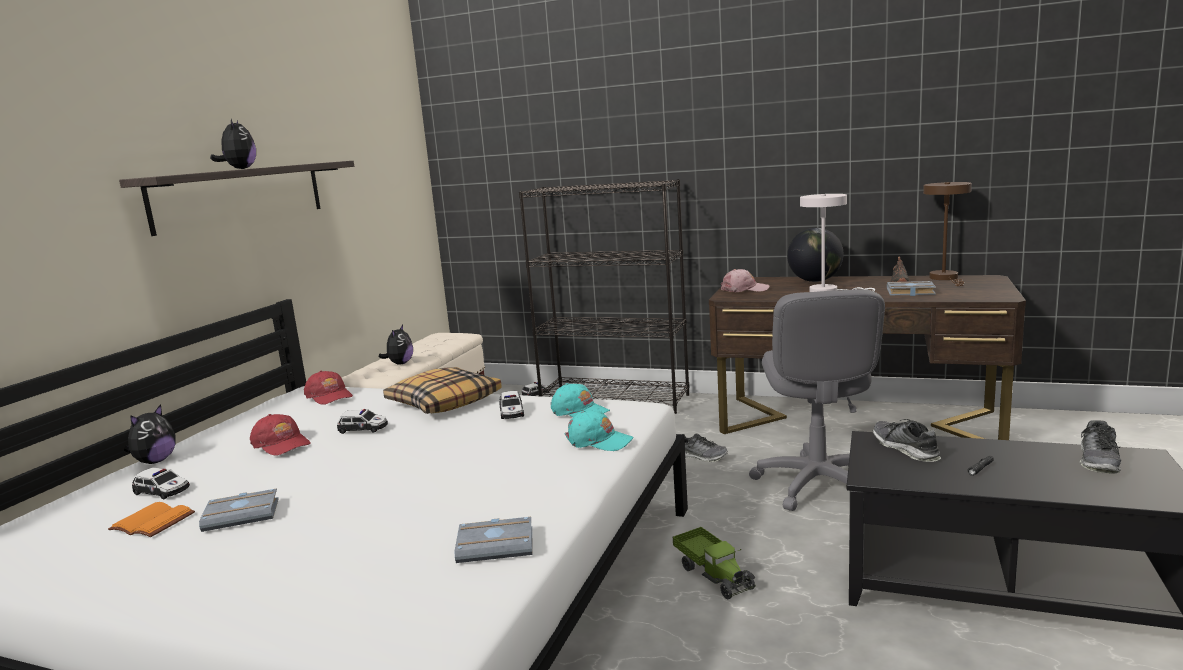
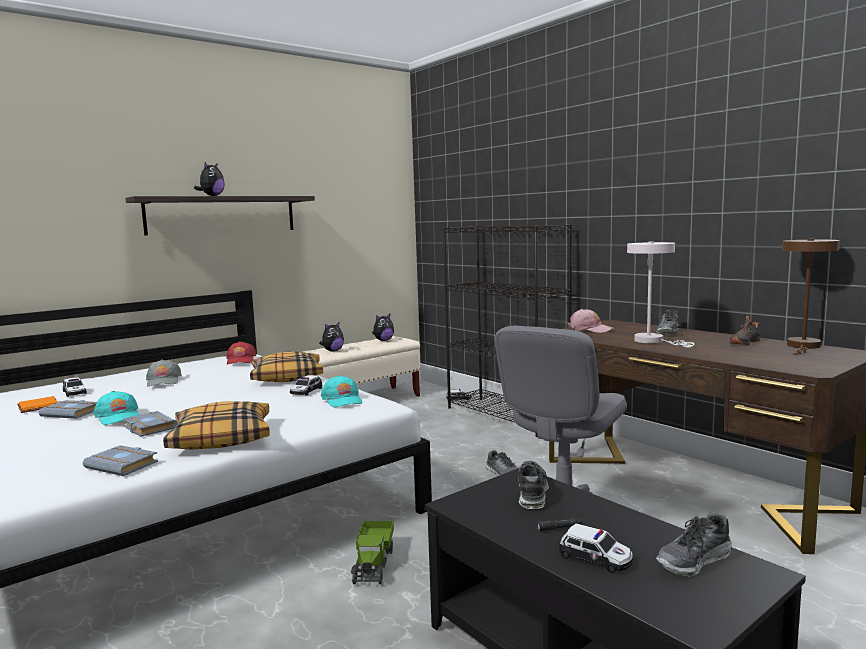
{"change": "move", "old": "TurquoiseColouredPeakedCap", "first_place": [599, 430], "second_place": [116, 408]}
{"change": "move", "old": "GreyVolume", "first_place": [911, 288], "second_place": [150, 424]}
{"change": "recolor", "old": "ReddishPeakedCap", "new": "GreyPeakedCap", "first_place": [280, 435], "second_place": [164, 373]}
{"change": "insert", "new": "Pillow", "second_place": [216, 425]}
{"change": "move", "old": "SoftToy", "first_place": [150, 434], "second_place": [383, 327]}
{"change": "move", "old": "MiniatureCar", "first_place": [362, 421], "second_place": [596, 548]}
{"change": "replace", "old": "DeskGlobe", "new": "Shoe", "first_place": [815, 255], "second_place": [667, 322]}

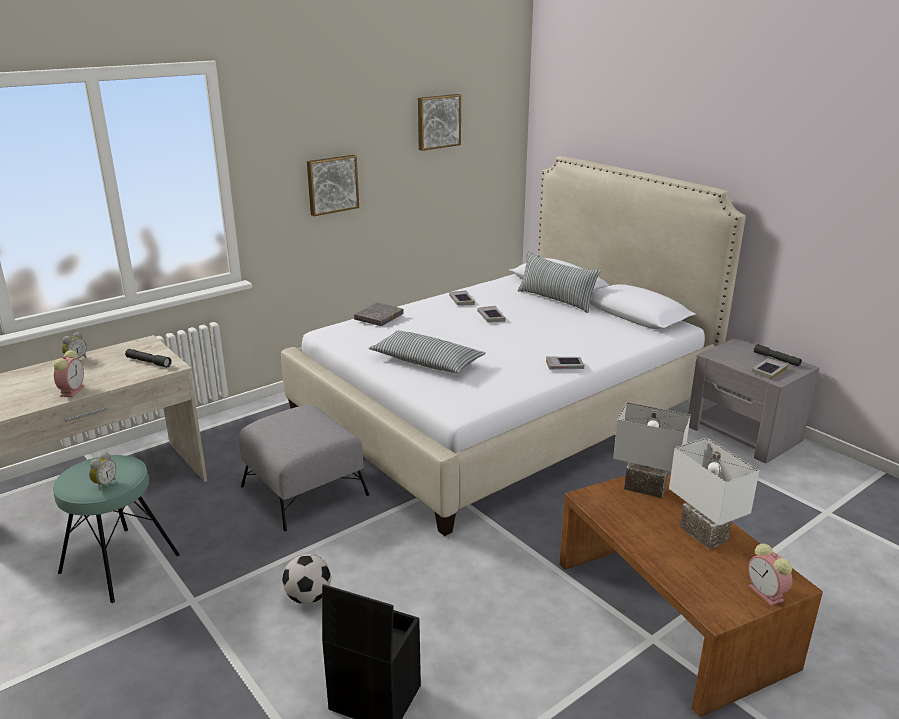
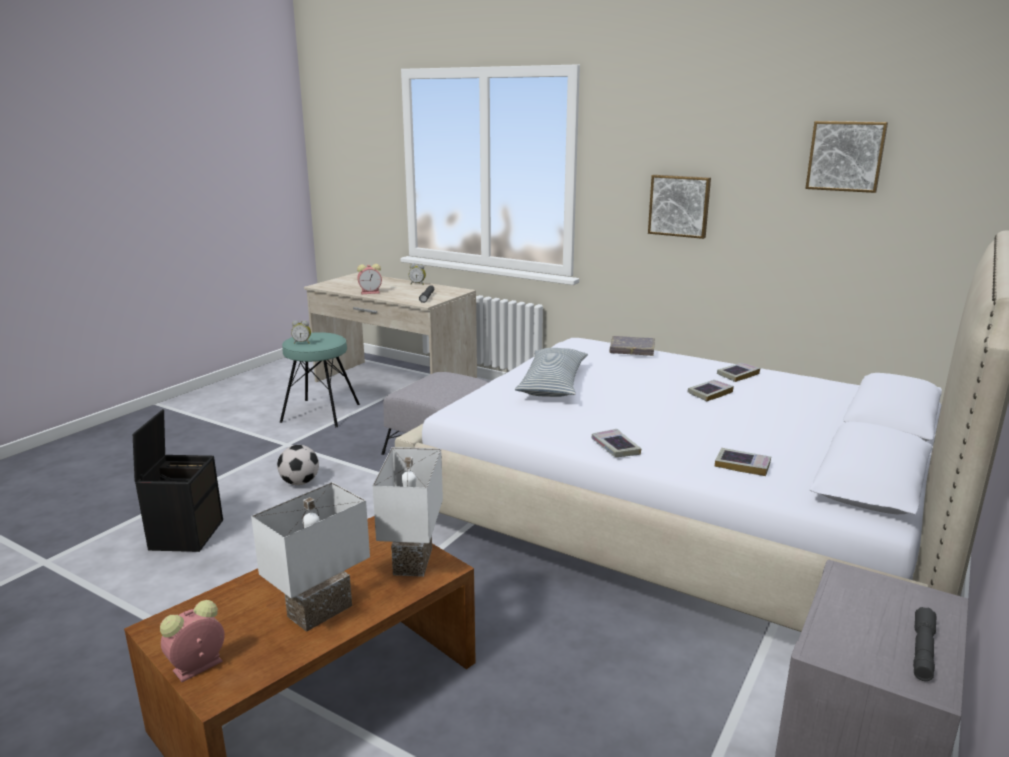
{"change": "move", "old": "Volume", "first_place": [770, 369], "second_place": [743, 462]}
{"change": "delete", "old": "Pillow", "first_place": [559, 282]}

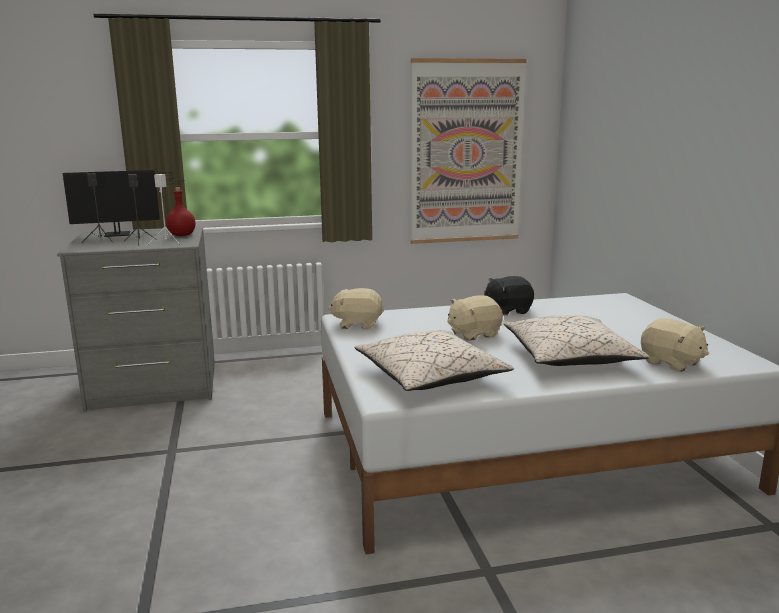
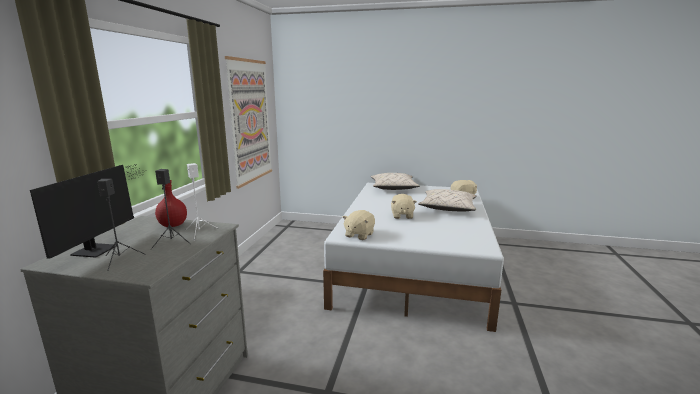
{"change": "move", "old": "BeigePillow", "first_place": [434, 360], "second_place": [395, 181]}
{"change": "delete", "old": "BlackSoftToy", "first_place": [509, 295]}

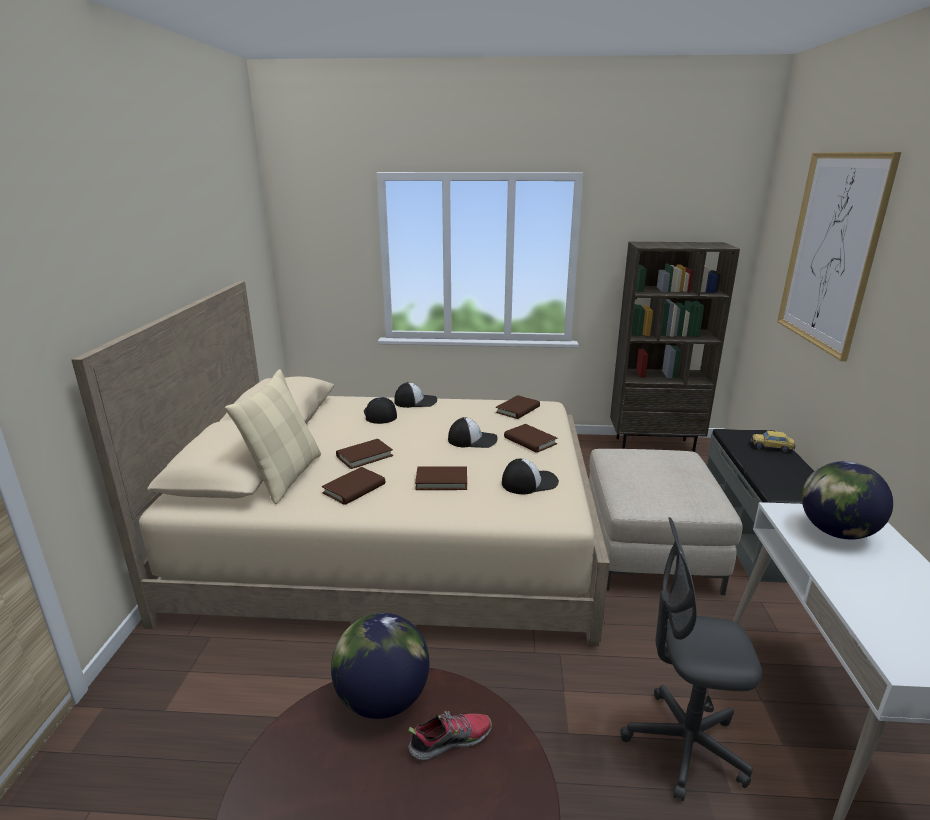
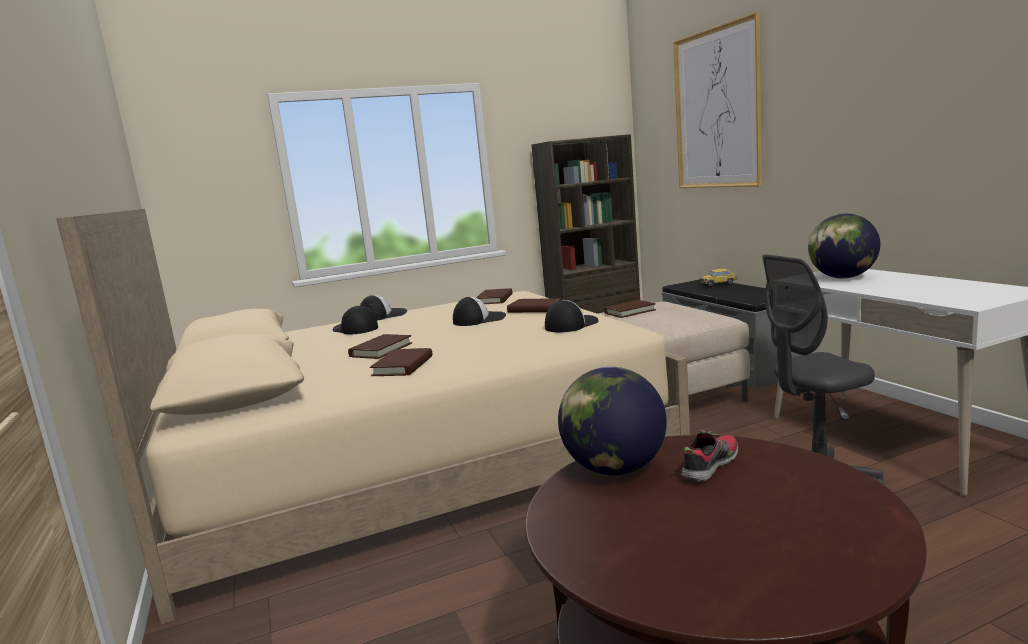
{"change": "move", "old": "BrownishVolume", "first_place": [441, 478], "second_place": [630, 309]}
{"change": "delete", "old": "BeigePillow", "first_place": [273, 436]}

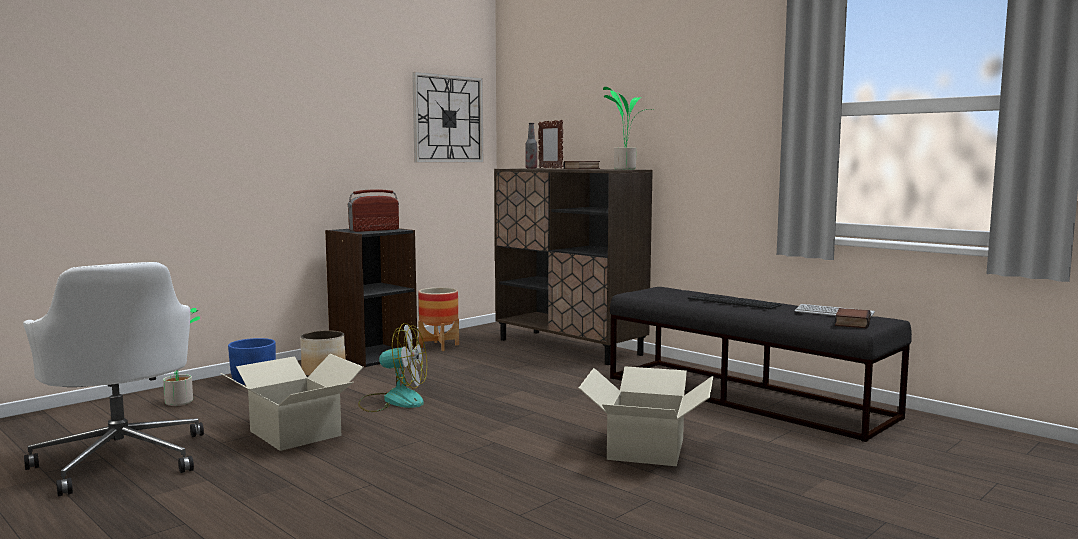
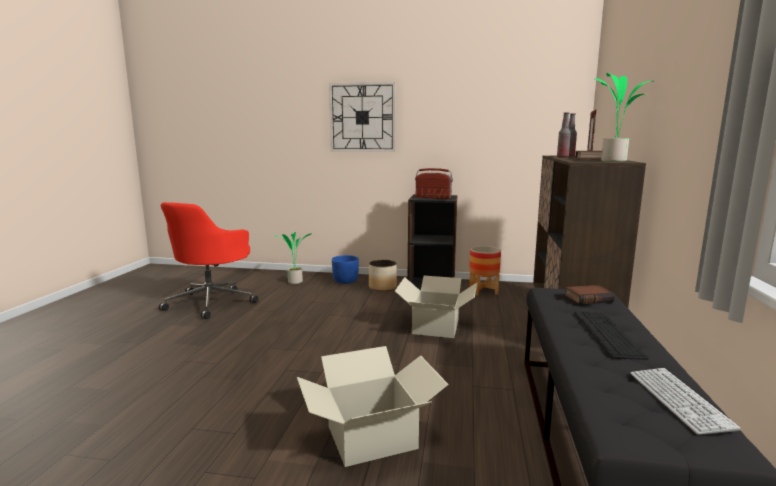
{"change": "recolor", "old": "WhiteColouredDeskChair", "new": "ReddishDeskChair", "first_place": [113, 379], "second_place": [208, 260]}
{"change": "move", "old": "ClockOnTheWall", "first_place": [447, 117], "second_place": [362, 117]}
{"change": "move", "old": "Carton", "first_place": [291, 402], "second_place": [436, 307]}
{"change": "insert", "new": "BeverageBottle", "second_place": [564, 135]}
{"change": "move", "old": "Volume", "first_place": [853, 318], "second_place": [590, 295]}
{"change": "delete", "old": "ElectricFan", "first_place": [392, 367]}

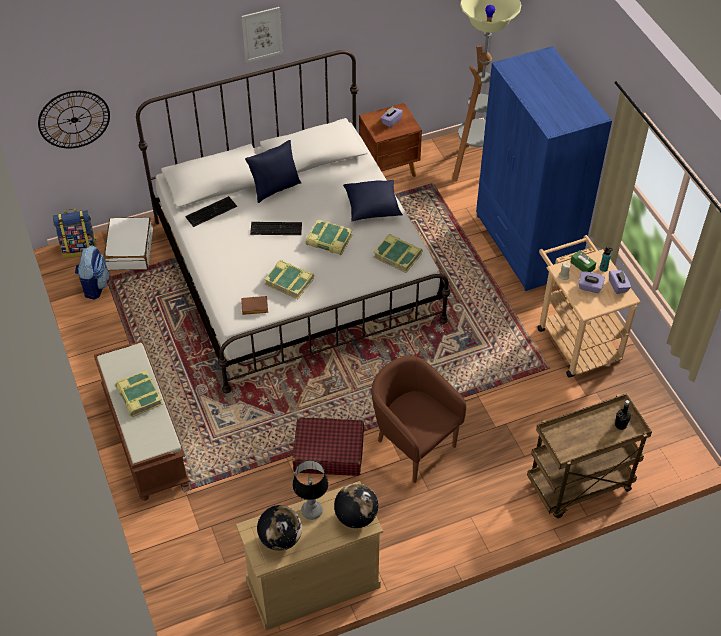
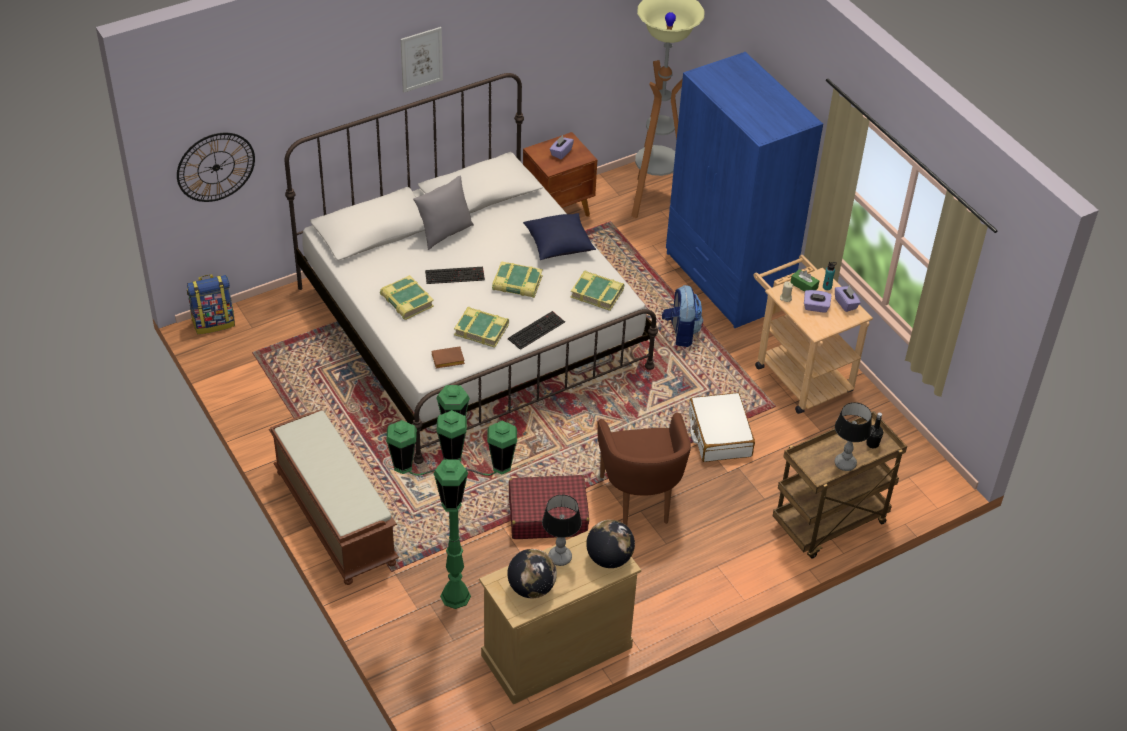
{"change": "move", "old": "Volume", "first_place": [139, 393], "second_place": [407, 297]}
{"change": "insert", "new": "GreenColouredStandardLamp", "second_place": [451, 497]}
{"change": "recolor", "old": "BluePillow", "new": "GreyPillow", "first_place": [273, 171], "second_place": [443, 213]}
{"change": "move", "old": "ComputerKeyboard", "first_place": [211, 211], "second_place": [536, 330]}
{"change": "rotate", "old": "BrownishLoungeChair", "first_place": [419, 419], "second_place": [644, 469], "degrees": -135}
{"change": "move", "old": "Rucksack", "first_place": [93, 273], "second_place": [682, 316]}
{"change": "move", "old": "WhiteColouredPieceOfLuggage", "first_place": [128, 243], "second_place": [722, 427]}
{"change": "insert", "new": "LampForATable", "second_place": [853, 436]}

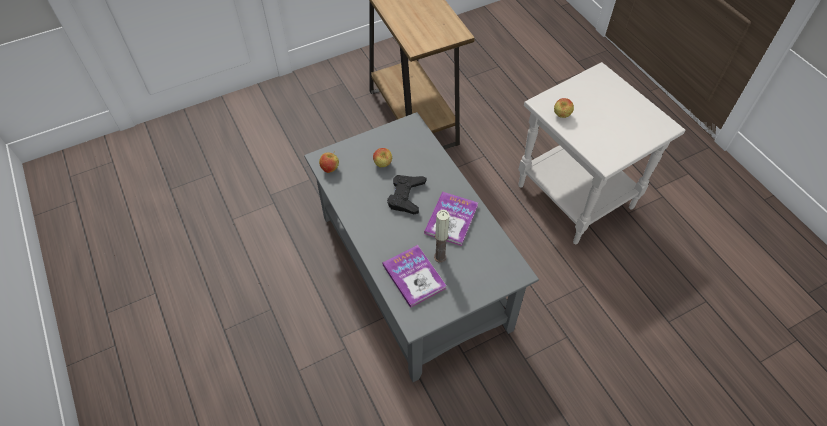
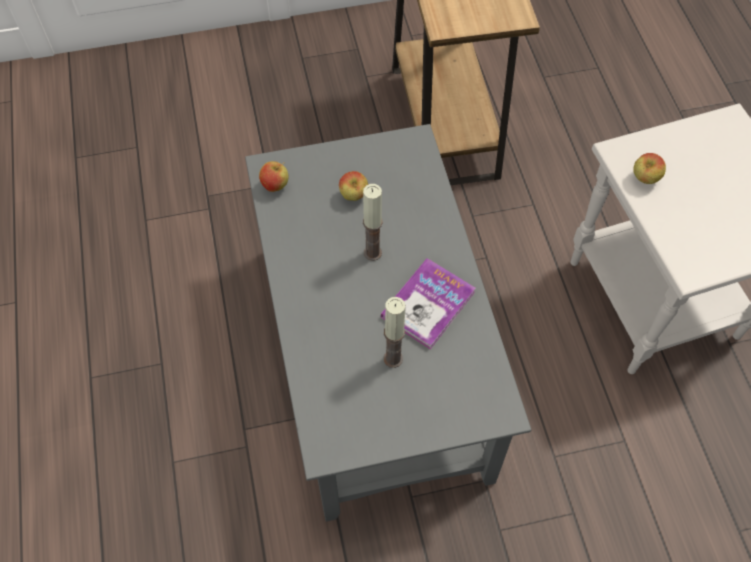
{"change": "replace", "old": "BlackGameController", "new": "WaxCandle", "first_place": [406, 194], "second_place": [373, 222]}
{"change": "delete", "old": "Volume", "first_place": [414, 276]}

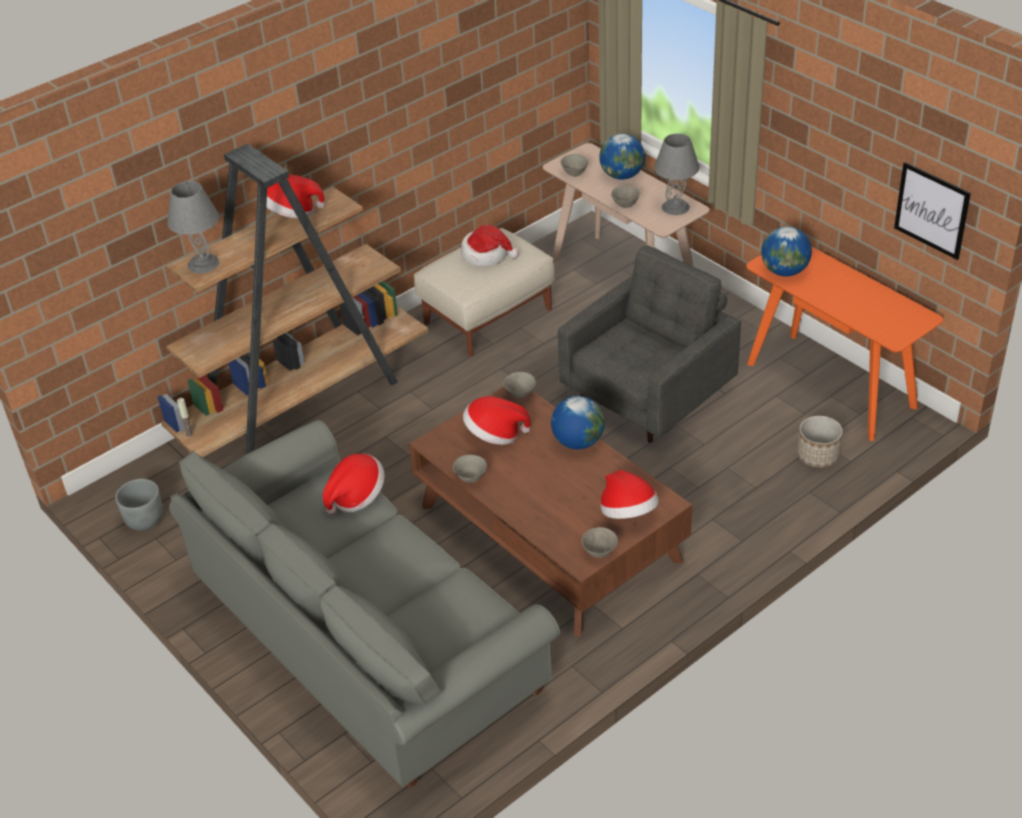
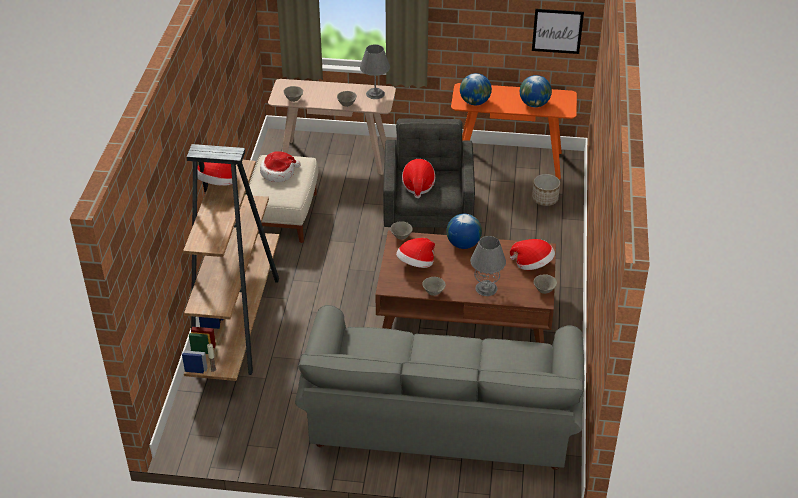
{"change": "move", "old": "ClothingHat", "first_place": [354, 484], "second_place": [418, 178]}
{"change": "move", "old": "GreyLampForATable", "first_place": [193, 227], "second_place": [488, 266]}
{"change": "move", "old": "DeskGlobe", "first_place": [622, 157], "second_place": [536, 91]}
{"change": "delete", "old": "GreyFlowerPot", "first_place": [139, 505]}

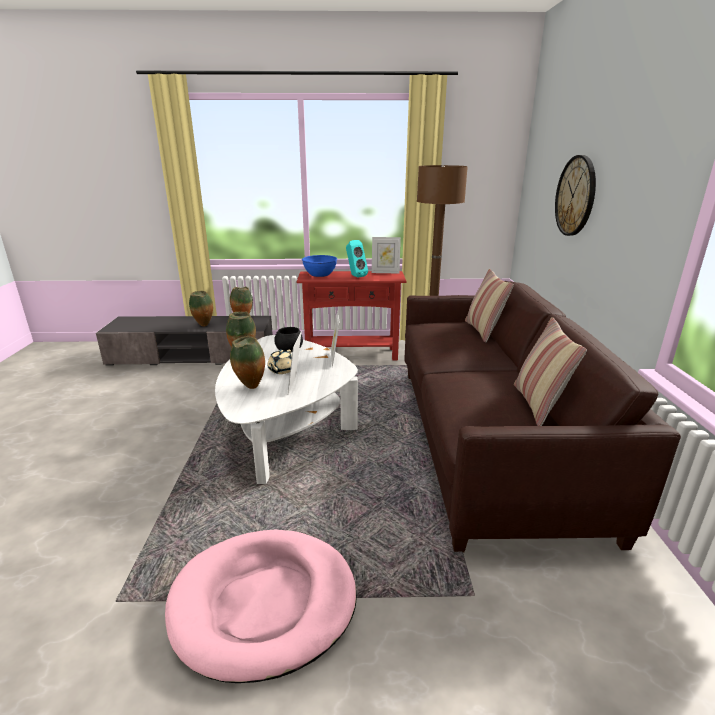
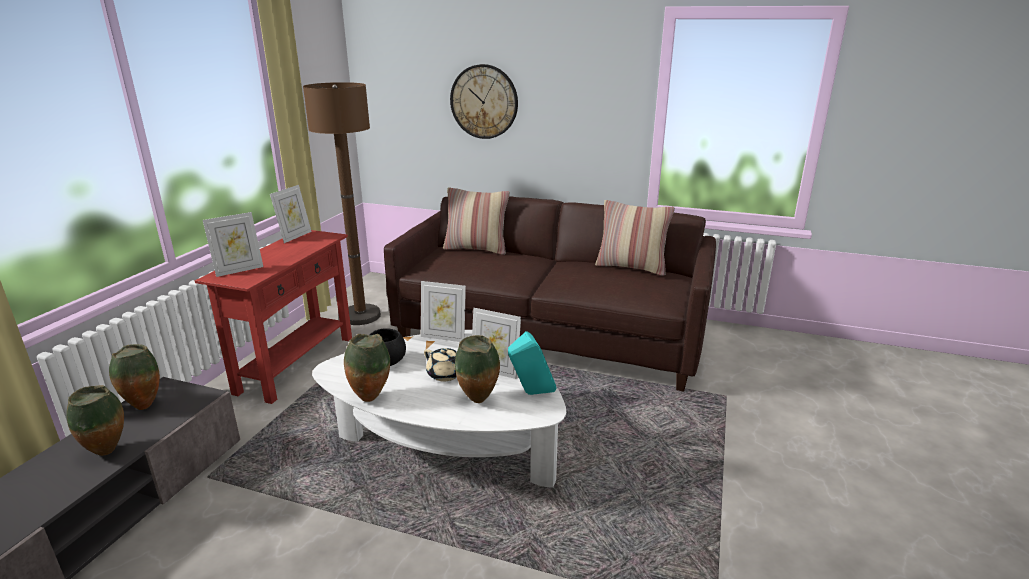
{"change": "replace", "old": "BlueBowl", "new": "PhotoFrame", "first_place": [319, 266], "second_place": [233, 244]}
{"change": "move", "old": "TurquoiseColouredLoudspeaker", "first_place": [357, 258], "second_place": [532, 363]}
{"change": "delete", "old": "PinkPetBed", "first_place": [261, 606]}

